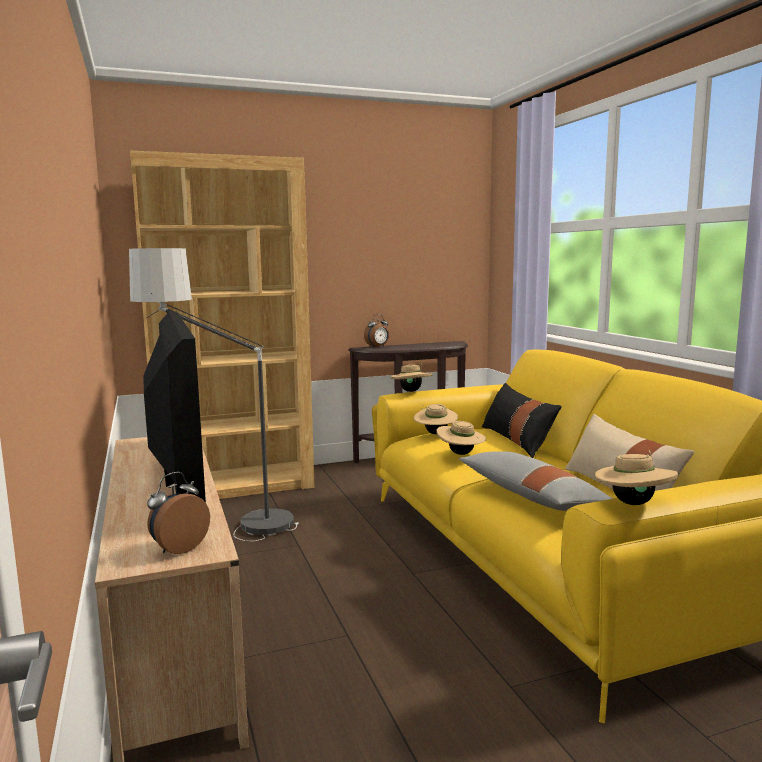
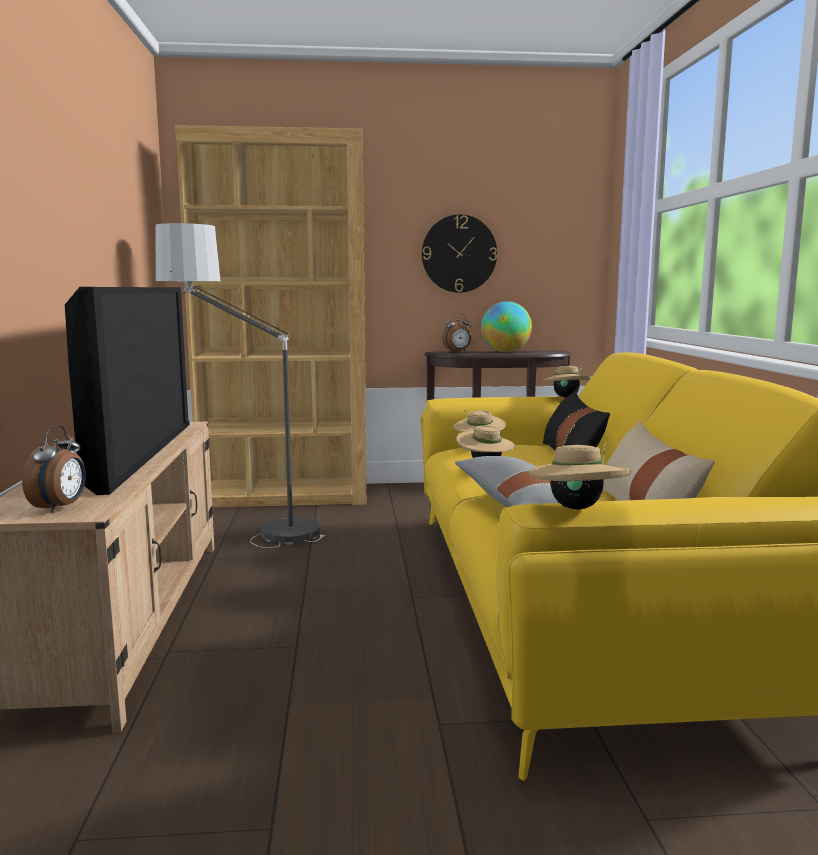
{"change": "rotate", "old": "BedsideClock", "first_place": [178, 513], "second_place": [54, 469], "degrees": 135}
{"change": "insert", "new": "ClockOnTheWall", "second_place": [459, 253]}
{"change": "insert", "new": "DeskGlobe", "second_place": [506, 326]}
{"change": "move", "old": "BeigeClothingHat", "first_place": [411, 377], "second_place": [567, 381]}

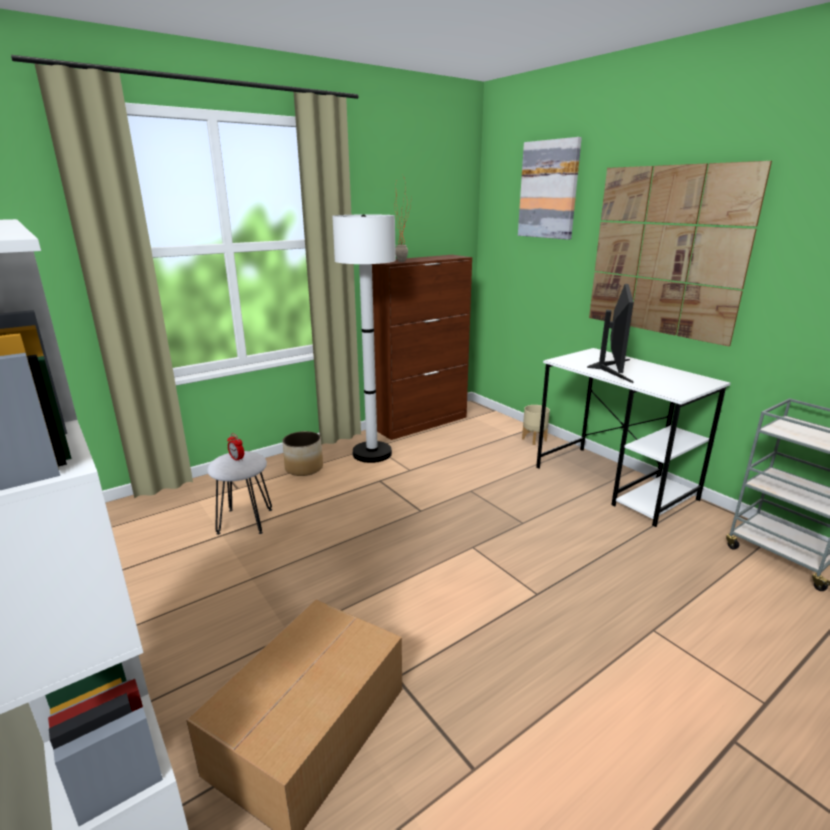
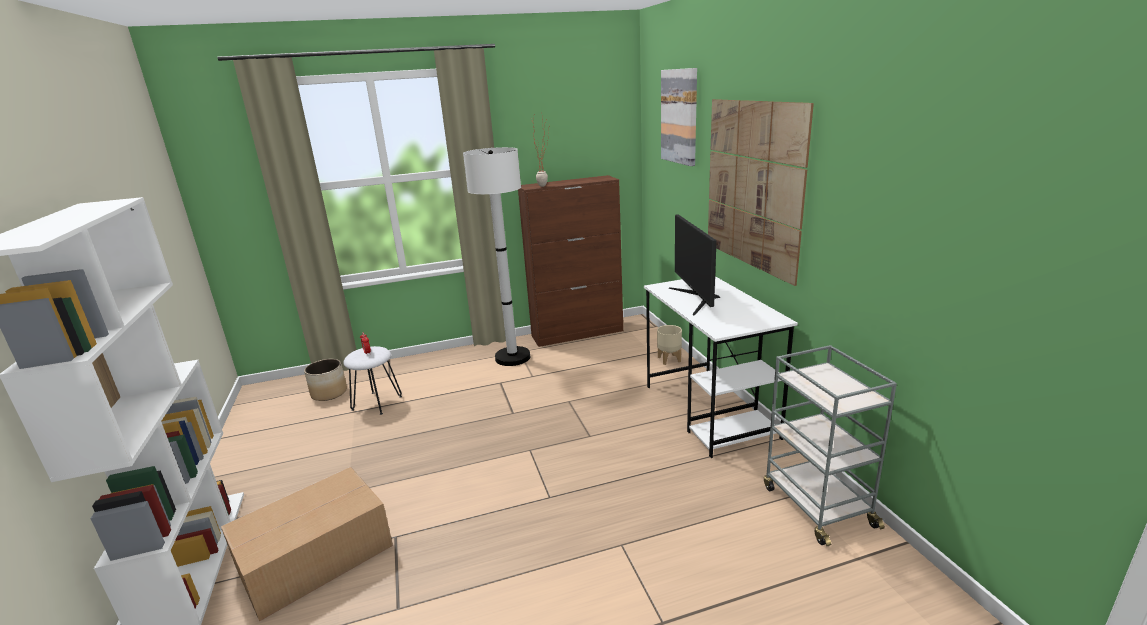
{"change": "move", "old": "FlowerPot", "first_place": [302, 453], "second_place": [325, 380]}
{"change": "rotate", "old": "Monitor", "first_place": [610, 333], "second_place": [695, 264], "degrees": 135}

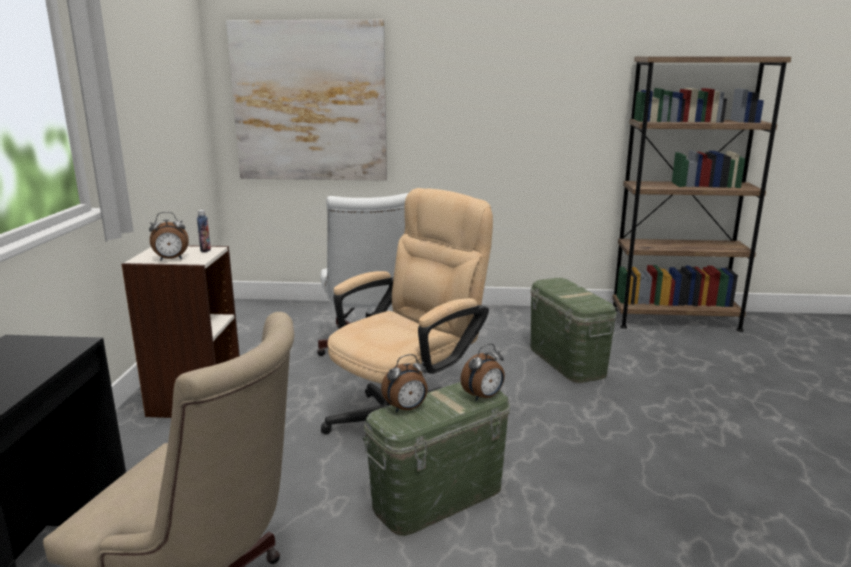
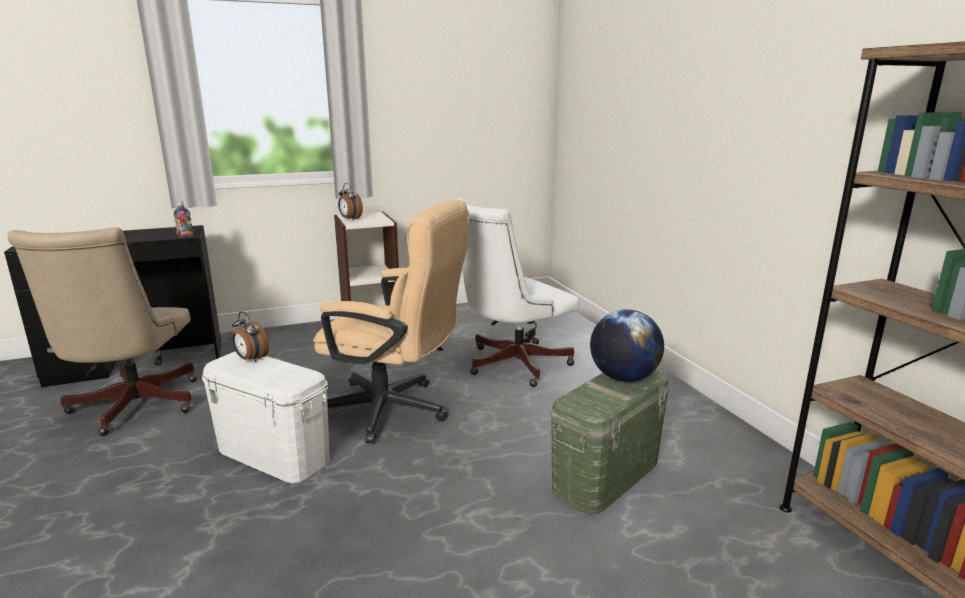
{"change": "move", "old": "BeverageBottle", "first_place": [204, 231], "second_place": [183, 219]}
{"change": "recolor", "old": "GreenColouredStorageBin", "new": "WhiteColouredStorageBin", "first_place": [436, 459], "second_place": [266, 417]}
{"change": "insert", "new": "DeskGlobe", "second_place": [627, 345]}
{"change": "delete", "old": "WallPicture", "first_place": [306, 100]}
{"change": "delete", "old": "BedsideClock", "first_place": [483, 372]}

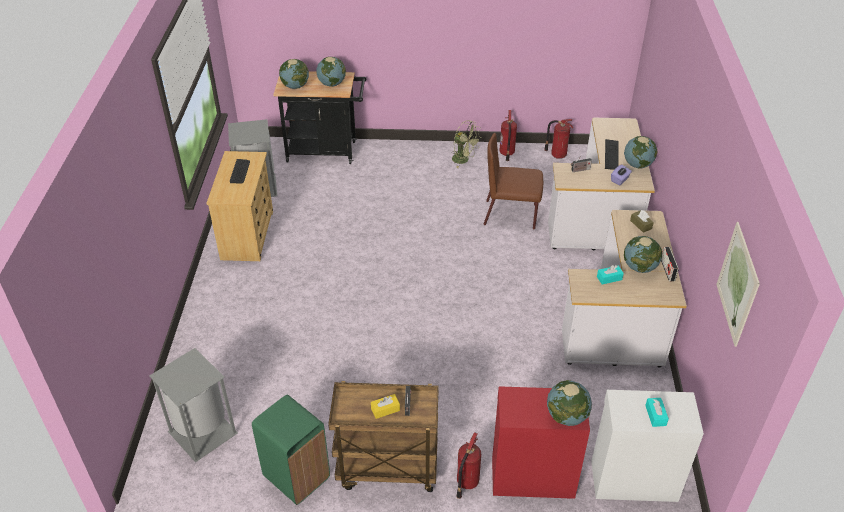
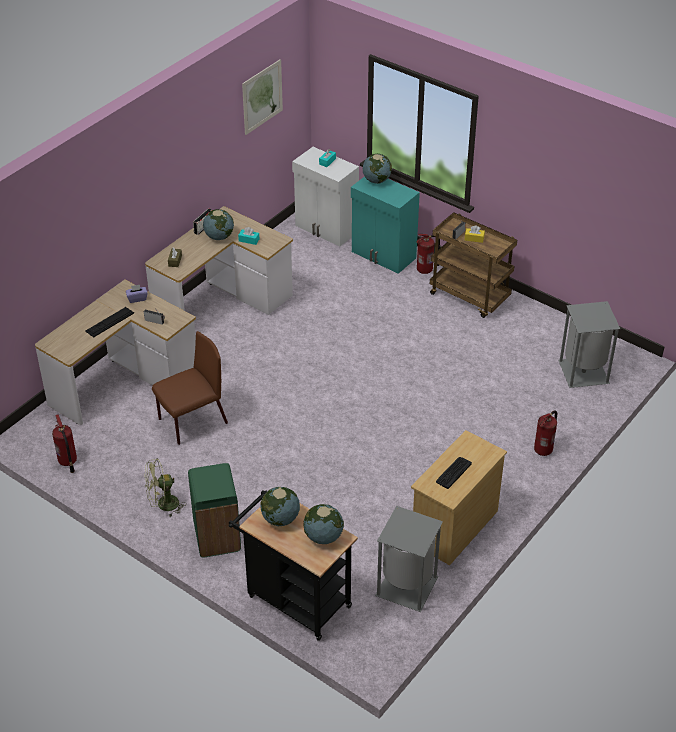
{"change": "rotate", "old": "GreenColouredElectricFan", "first_place": [467, 144], "second_place": [165, 487], "degrees": -90}
{"change": "rotate", "old": "BrownishPlainChair", "first_place": [513, 181], "second_place": [190, 388], "degrees": -75}
{"change": "move", "old": "GreenColouredRubbishBin", "first_place": [291, 449], "second_place": [214, 510]}
{"change": "recolor", "old": "ReddishCabinet", "new": "TurquoiseColouredCabinet", "first_place": [541, 442], "second_place": [385, 225]}
{"change": "move", "old": "FireFightingCylinder", "first_place": [508, 135], "second_place": [545, 433]}
{"change": "delete", "old": "DeskGlobe", "first_place": [640, 152]}

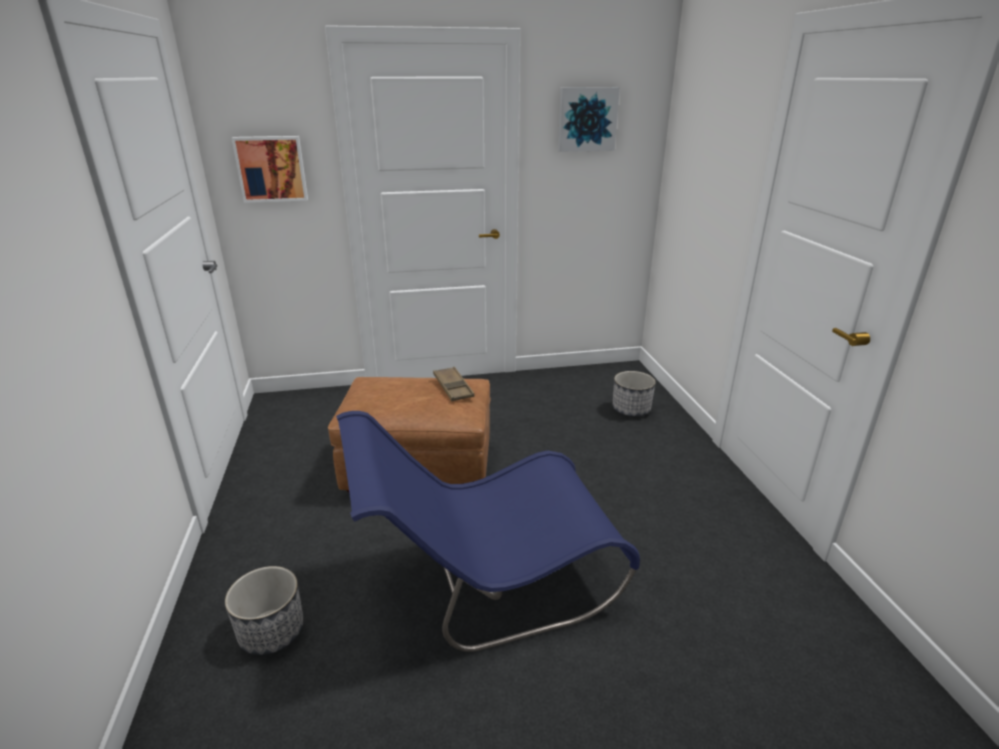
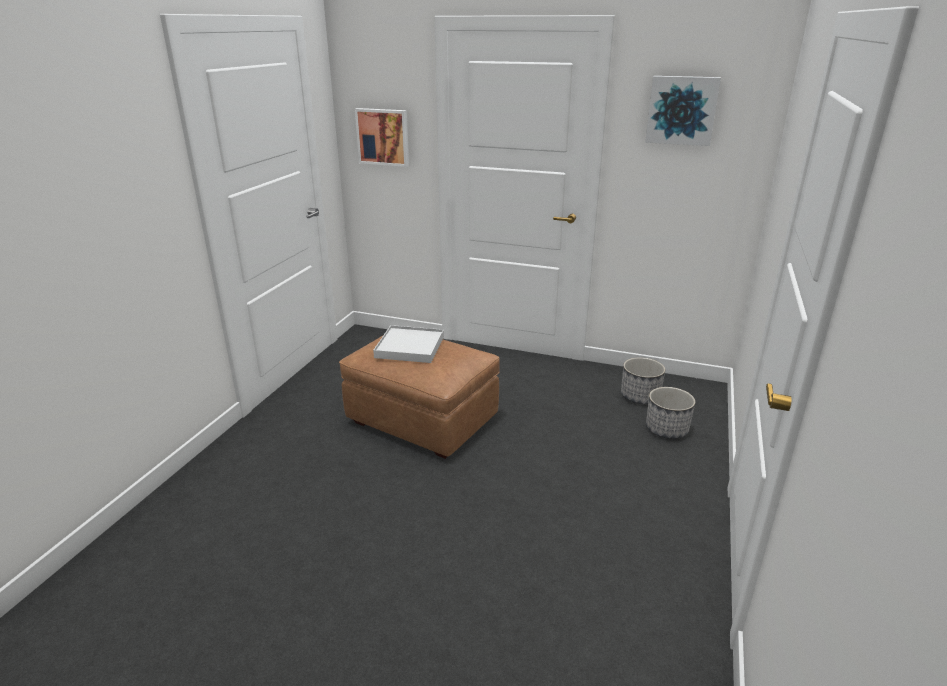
{"change": "insert", "new": "WhiteColouredTray", "second_place": [408, 344]}
{"change": "move", "old": "FlowerPot", "first_place": [264, 610], "second_place": [643, 380]}
{"change": "delete", "old": "BluePlainChair", "first_place": [488, 531]}
{"change": "delete", "old": "BrownishTray", "first_place": [453, 384]}

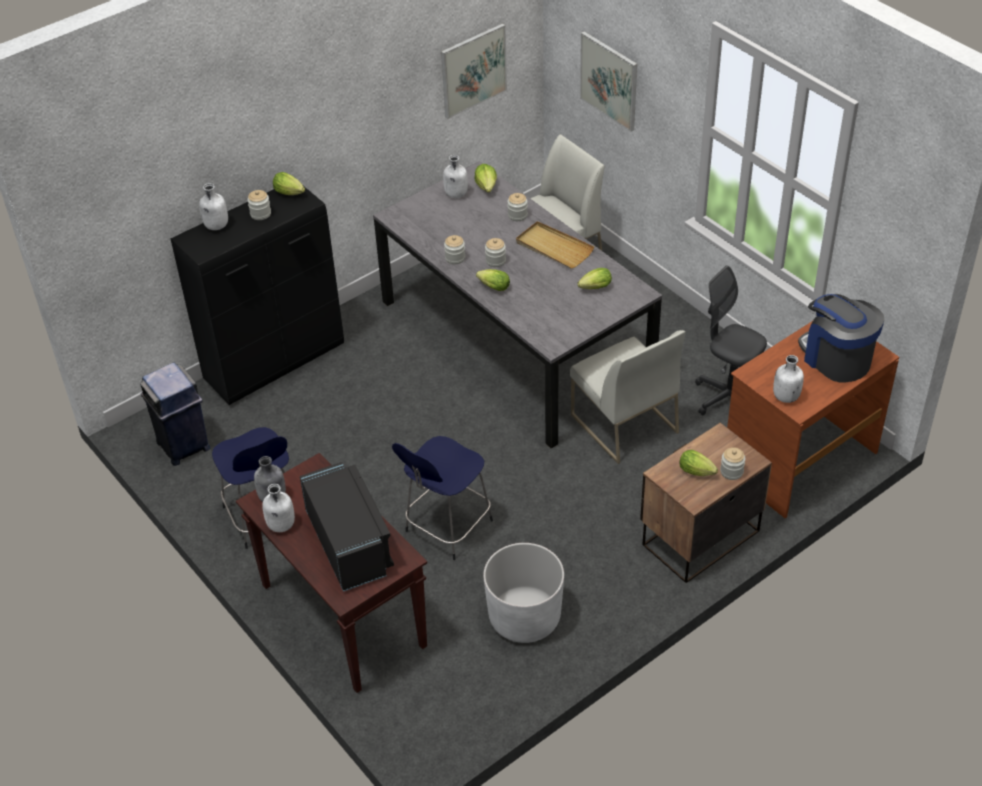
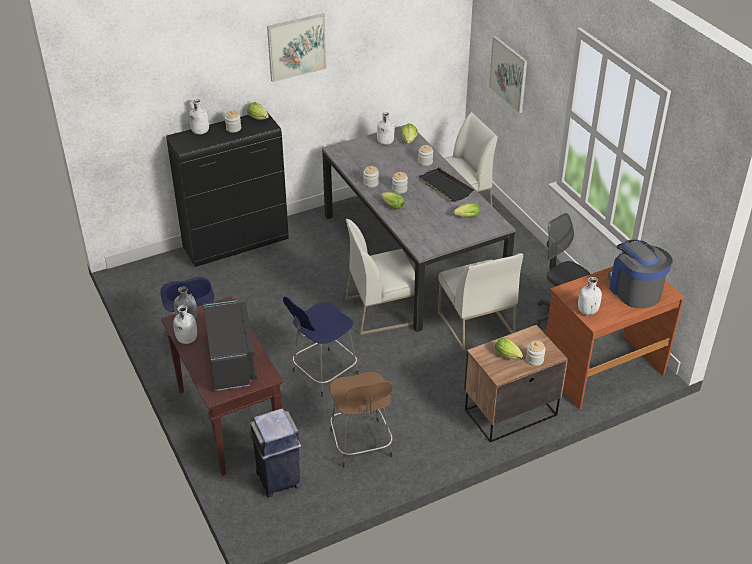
{"change": "move", "old": "BlueRubbishBin", "first_place": [175, 414], "second_place": [275, 452]}
{"change": "move", "old": "WallPicture", "first_place": [474, 71], "second_place": [297, 48]}
{"change": "replace", "old": "WhiteColouredFlowerPot", "new": "BrownishStool", "first_place": [523, 593], "second_place": [361, 420]}
{"change": "insert", "new": "WhiteColouredPlainChair", "second_place": [380, 277]}
{"change": "recolor", "old": "BeigeTray", "new": "BlackTray", "first_place": [555, 245], "second_place": [446, 184]}

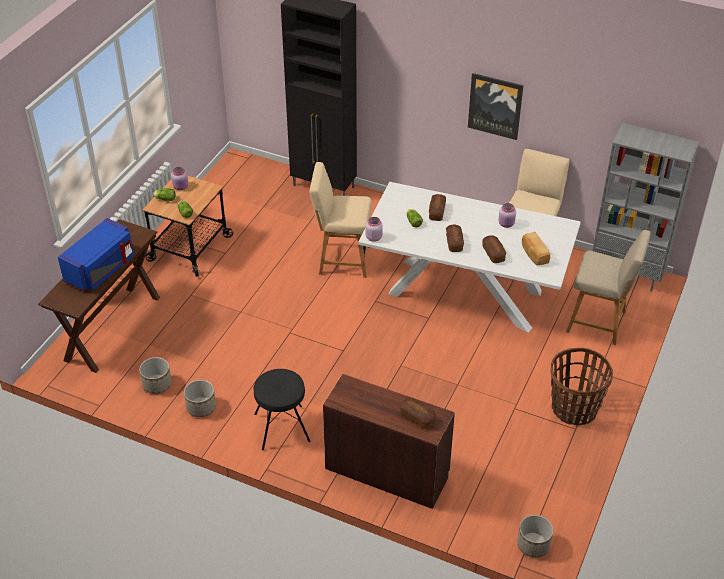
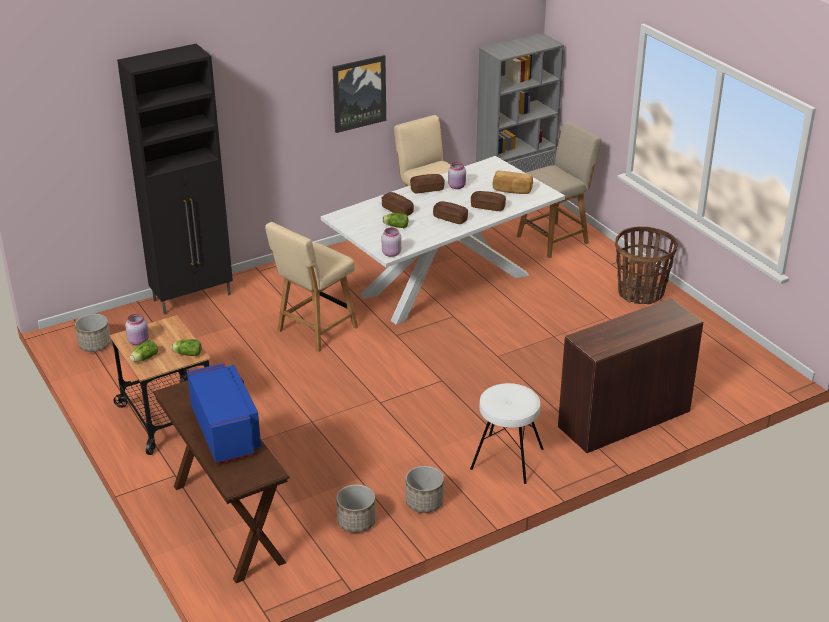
{"change": "move", "old": "FlowerPot", "first_place": [535, 536], "second_place": [93, 333]}
{"change": "move", "old": "BakedBread", "first_place": [418, 413], "second_place": [427, 183]}
{"change": "recolor", "old": "BlackStool", "new": "WhiteColouredStool", "first_place": [282, 410], "second_place": [506, 433]}

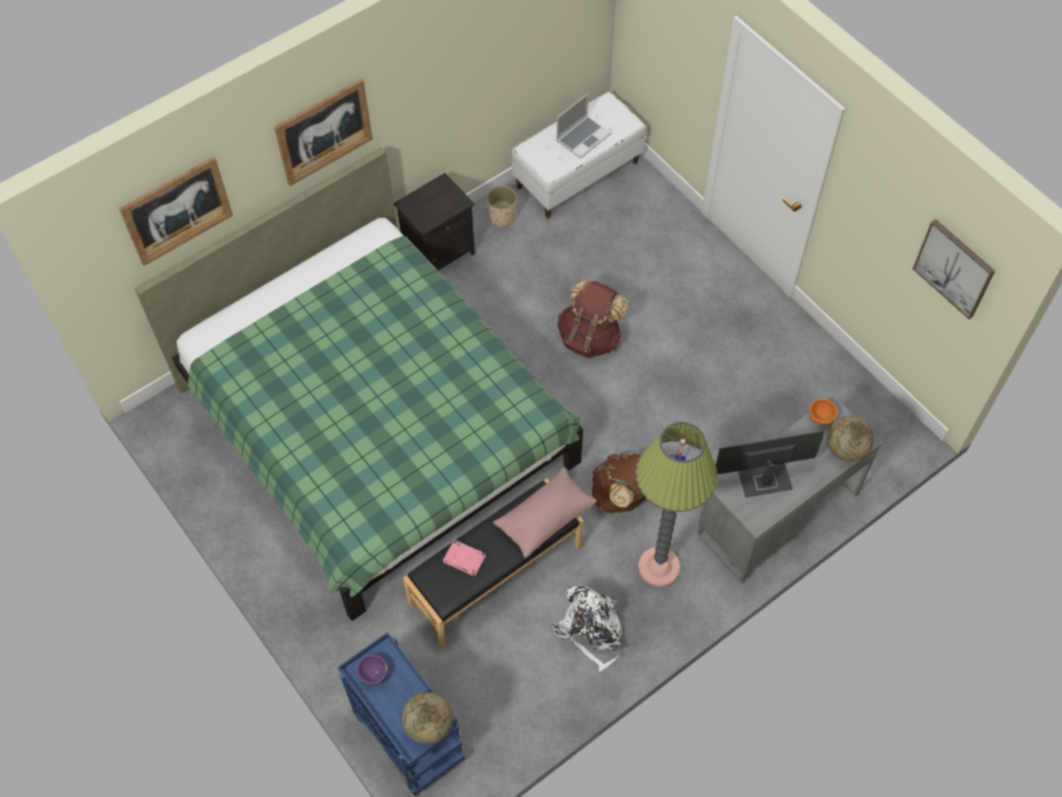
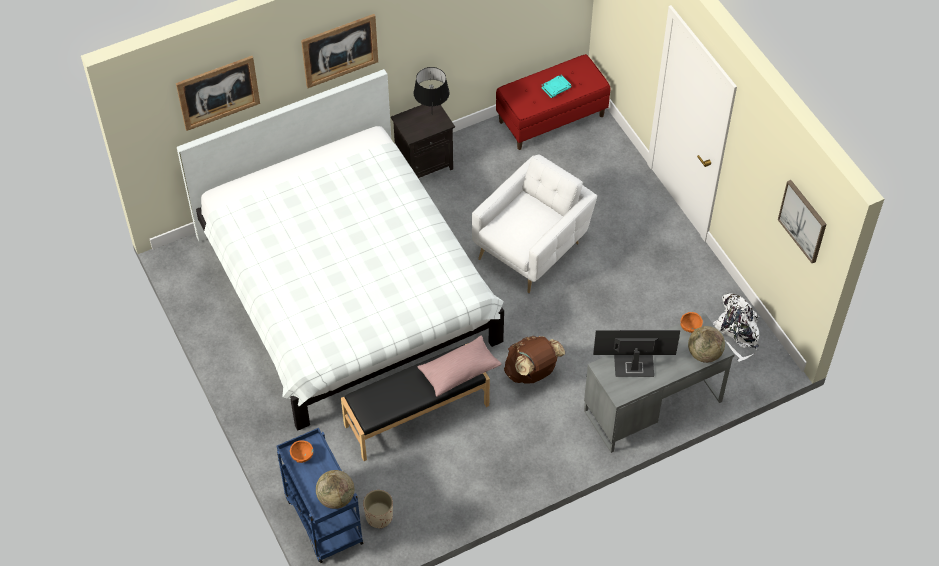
{"change": "recolor", "old": "GreenColouredBed", "new": "WhiteColouredBed", "first_place": [359, 384], "second_place": [340, 249]}
{"change": "recolor", "old": "PurpleColouredBowl", "new": "OrangeyBowl", "first_place": [372, 670], "second_place": [302, 451]}
{"change": "move", "old": "BeigeFlowerPot", "first_place": [501, 206], "second_place": [378, 509]}
{"change": "insert", "new": "BlackLampForATable", "second_place": [432, 86]}
{"change": "replace", "old": "BrownishRucksack", "new": "WhiteColouredLoungeChair", "first_place": [592, 318], "second_place": [534, 223]}
{"change": "recolor", "old": "WhiteColouredLongSeat", "new": "ReddishLongSeat", "first_place": [578, 155], "second_place": [553, 102]}
{"change": "replace", "old": "NotebookComputer", "new": "TurquoiseColouredVolume", "first_place": [583, 126], "second_place": [556, 86]}
{"change": "move", "old": "WhiteColouredRucksack", "first_place": [588, 629], "second_place": [736, 327]}
{"change": "delete", "old": "PinkVolume", "first_place": [464, 558]}
{"change": "delete", "old": "StandardLamp", "first_place": [676, 504]}

